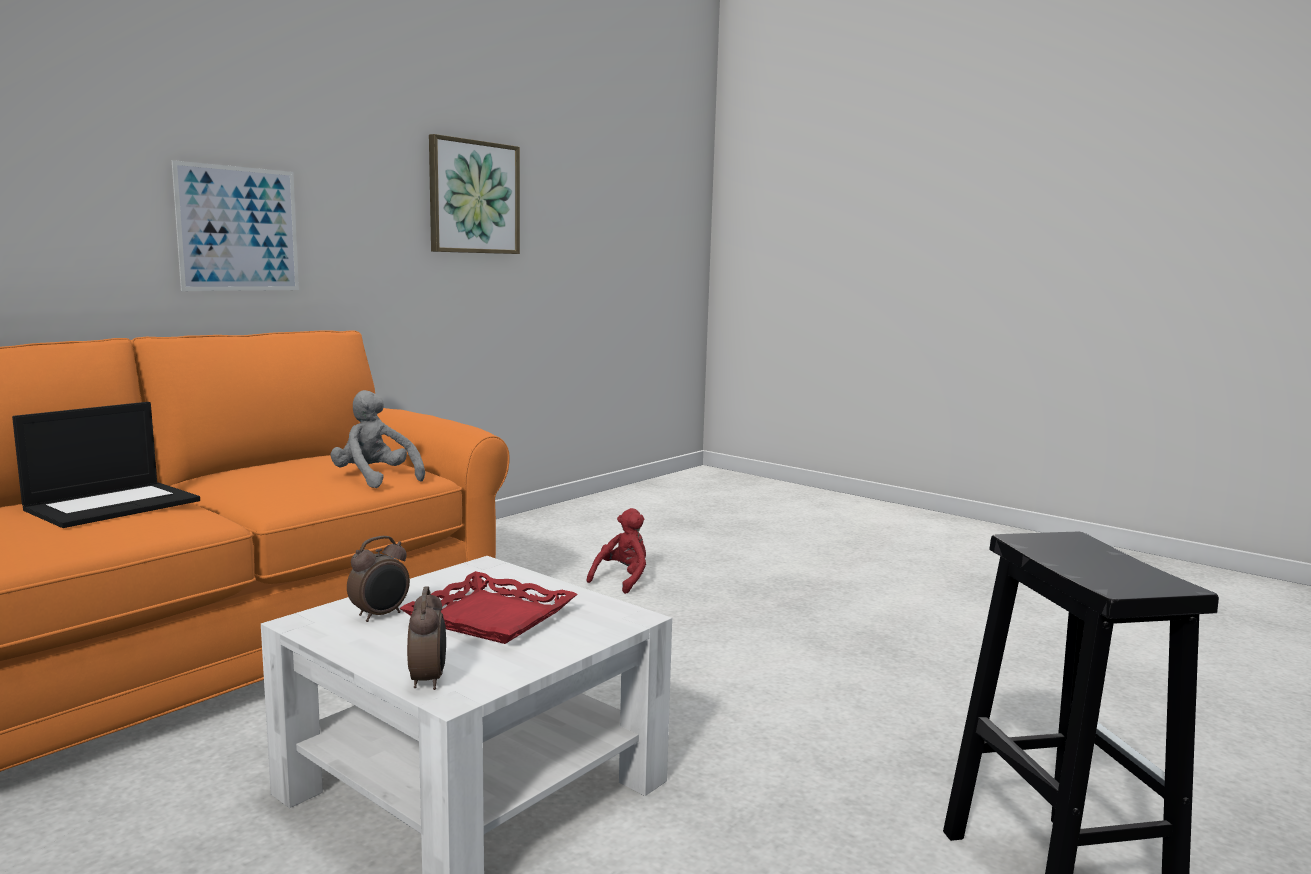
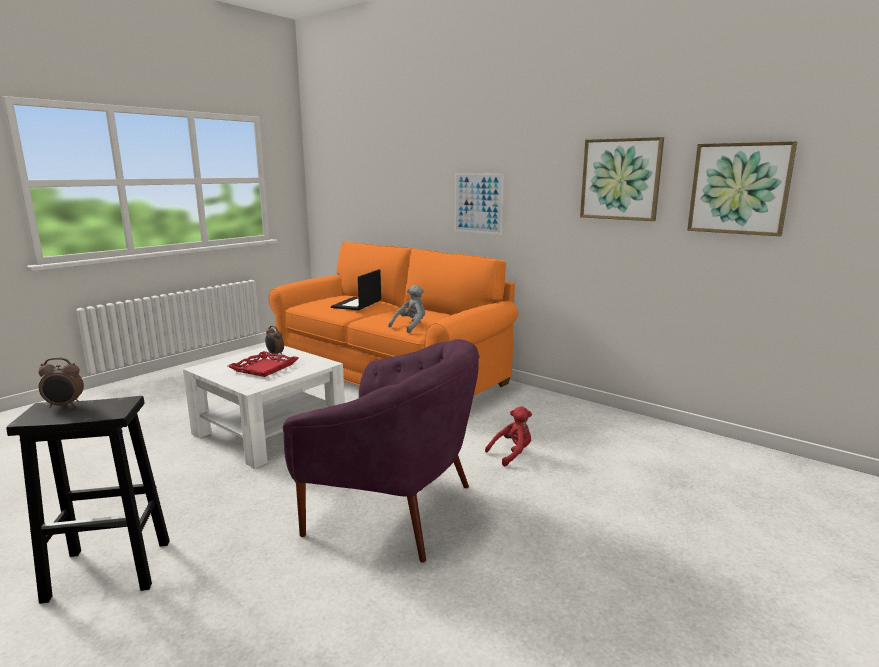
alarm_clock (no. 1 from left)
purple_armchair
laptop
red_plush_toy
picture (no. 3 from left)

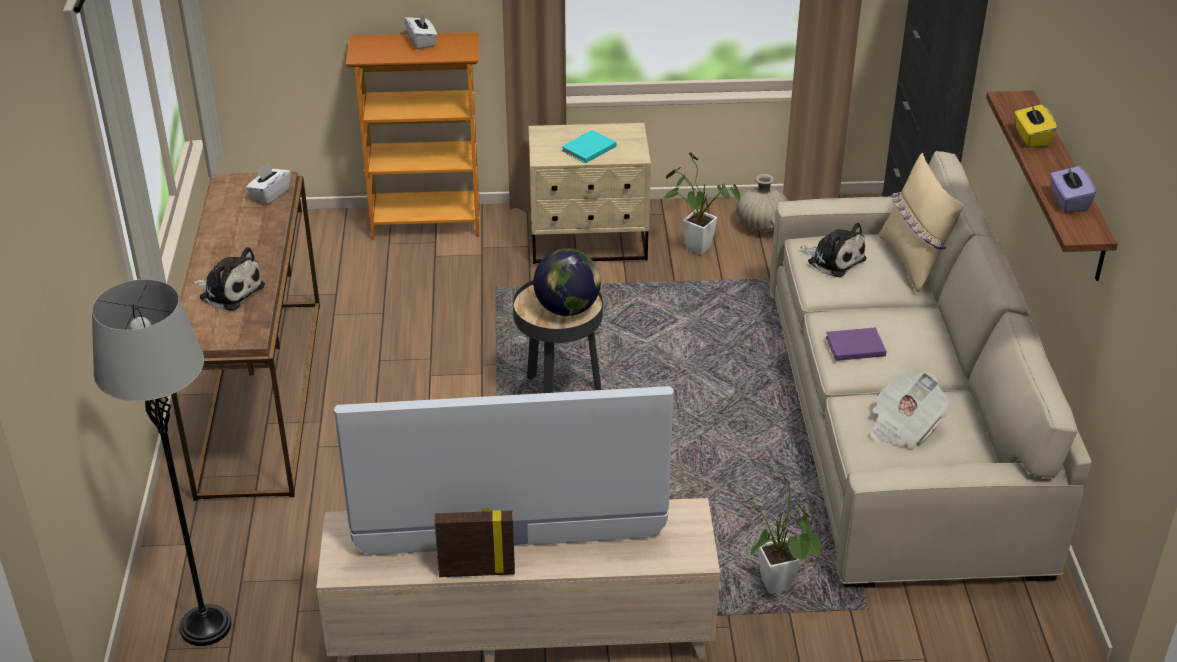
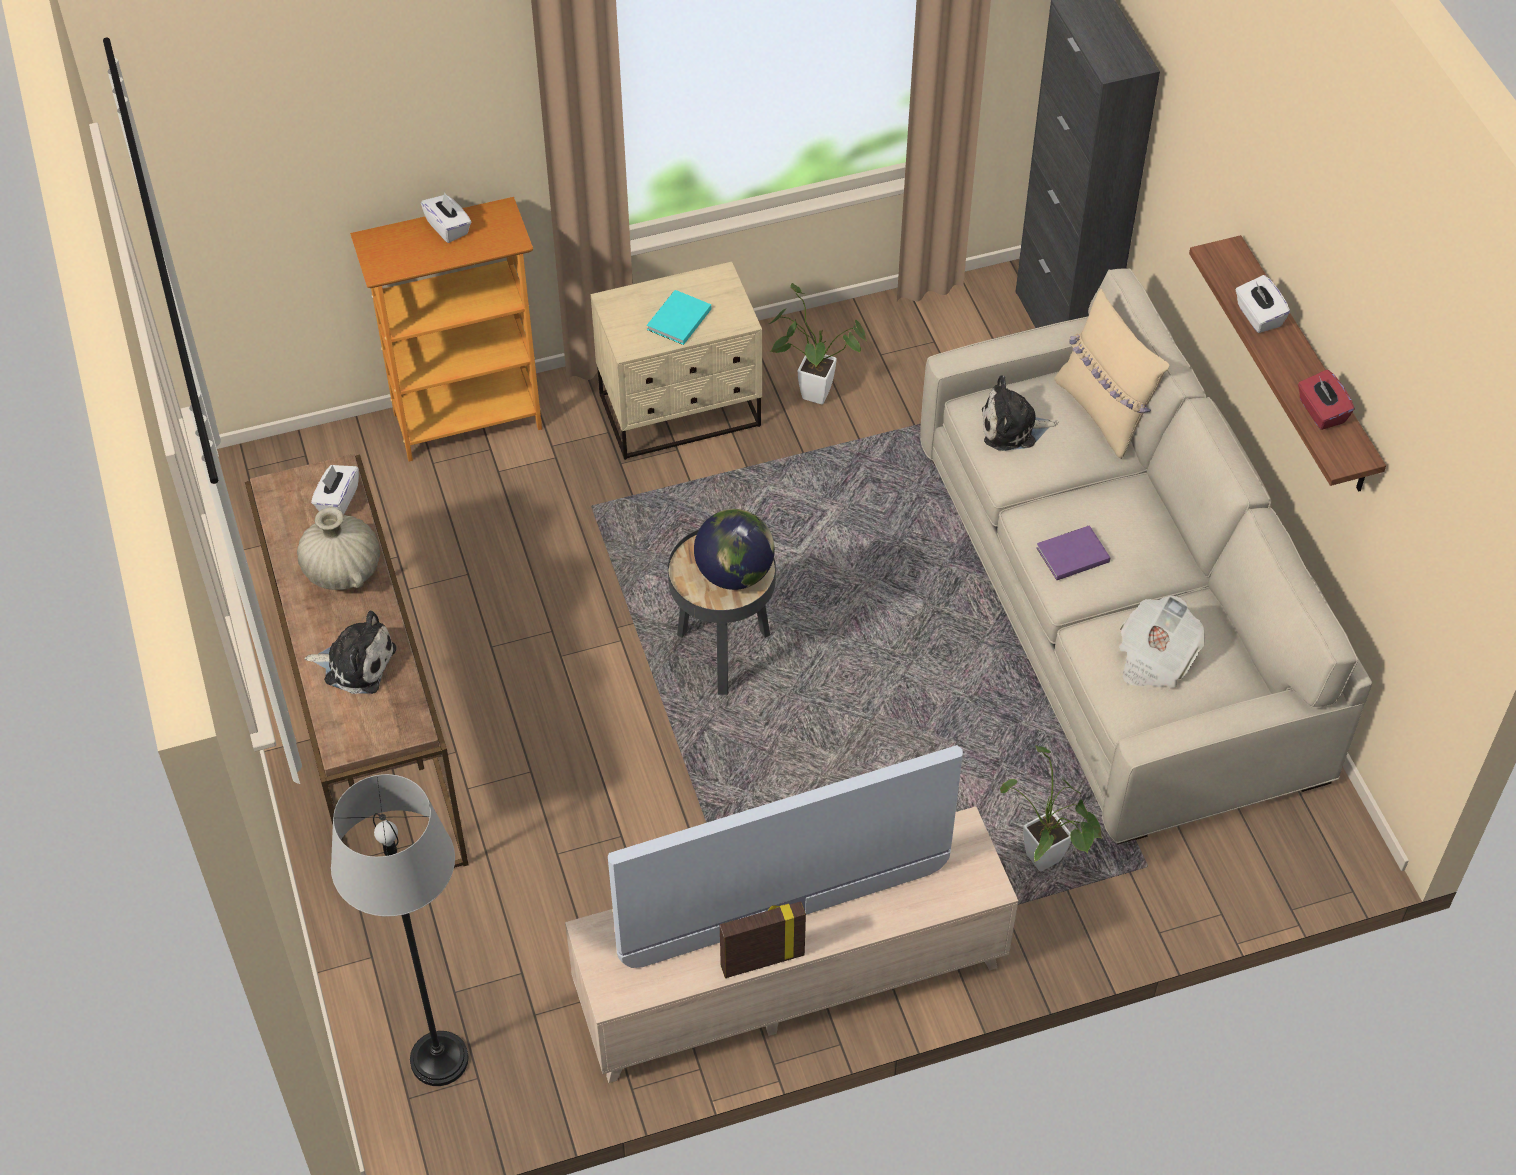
beige_vase
plush_toy (no. 2 from left)
white_tissue_box (no. 3 from left)
red_tissue_box

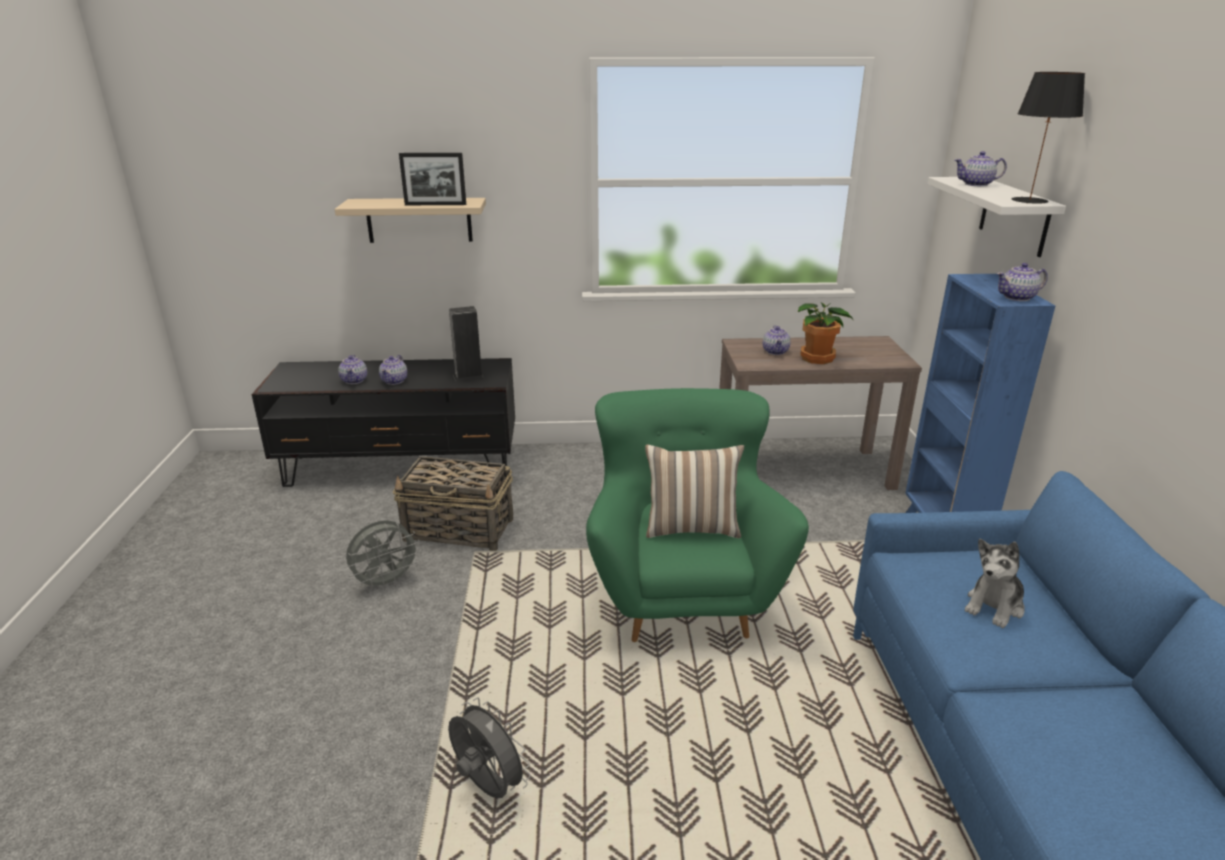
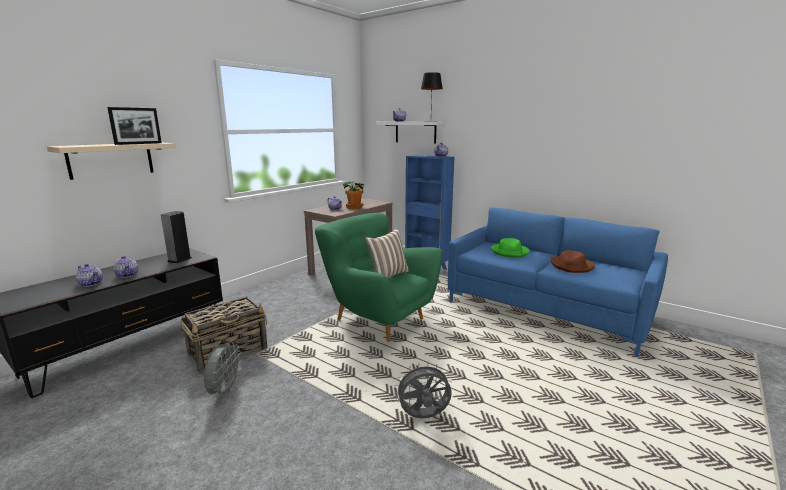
green_hat
brown_hat

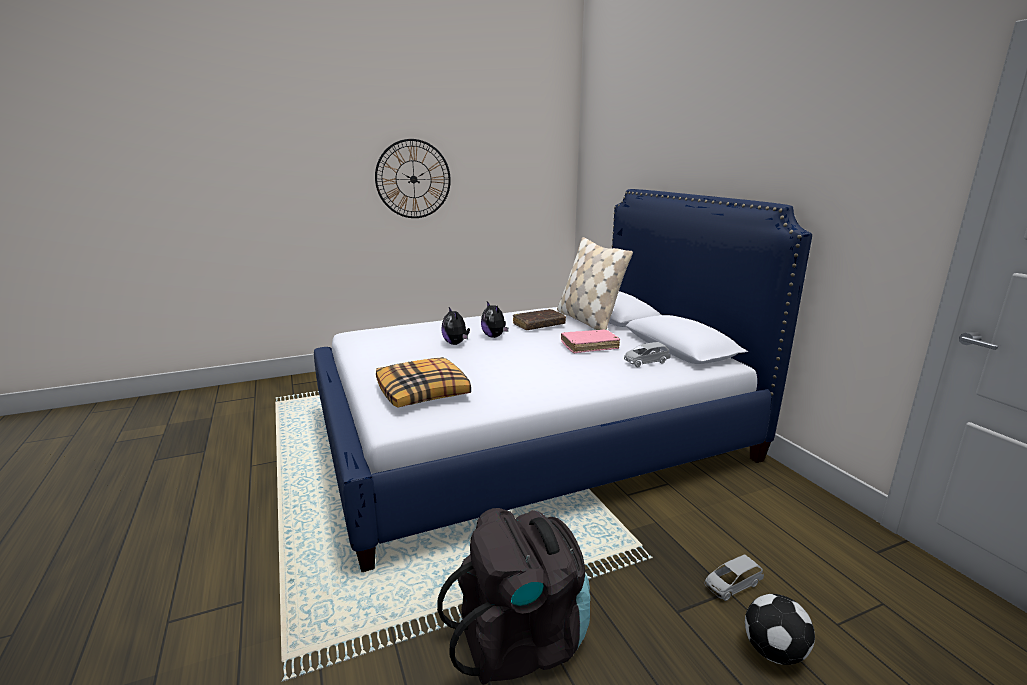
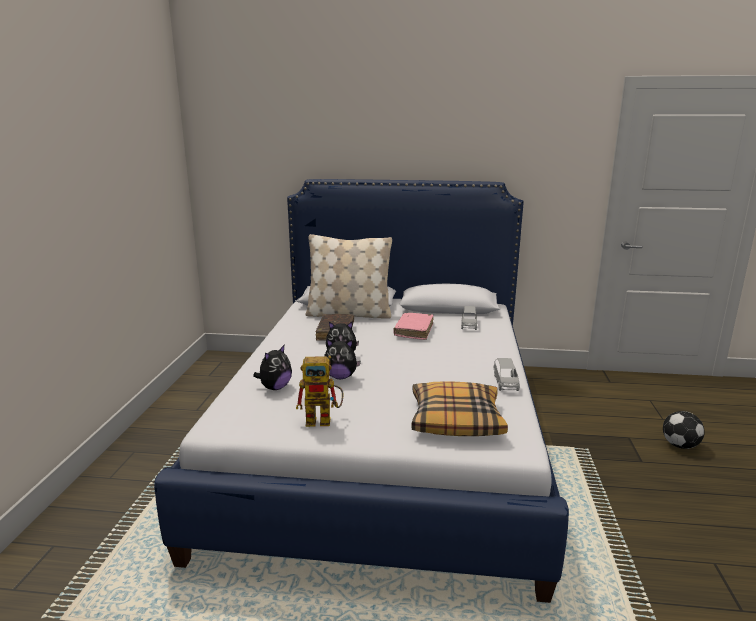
plush_toy (no. 1 from left)
toy_robot
grey_toy_car (no. 2 from left)
wall_clock
black_backpack

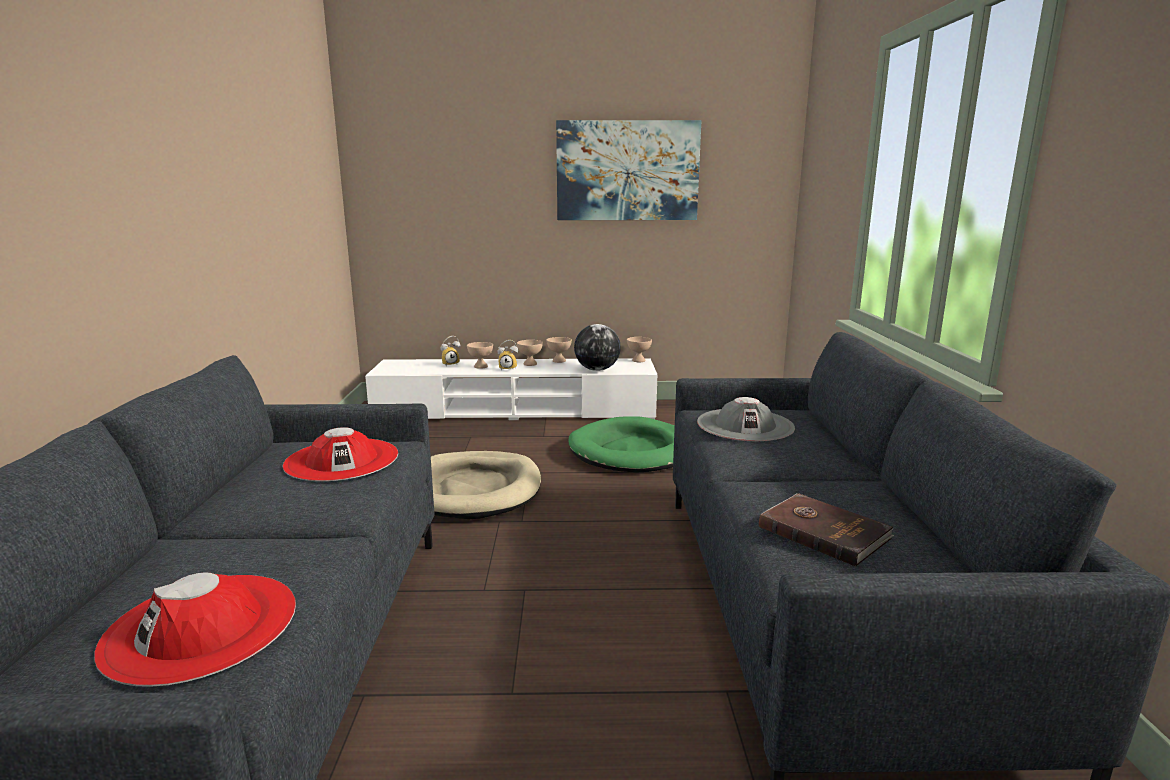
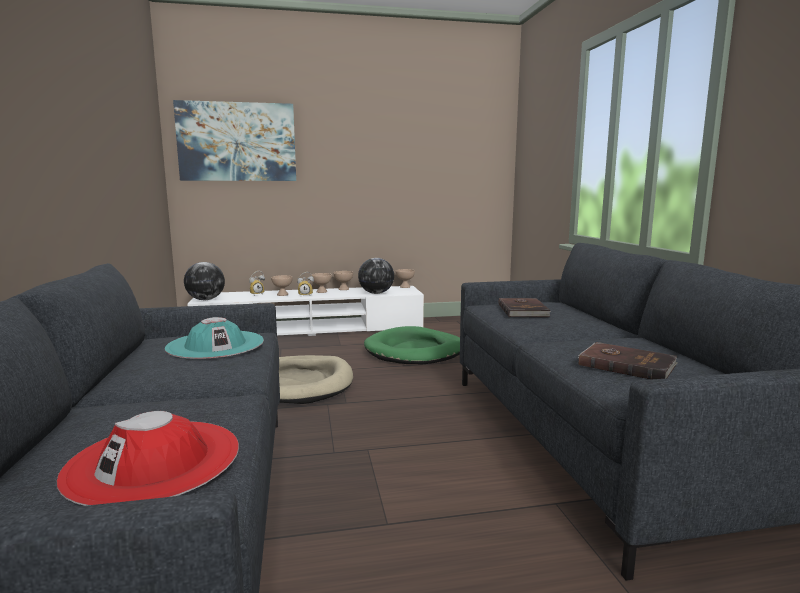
turquoise_hat
picture
globe (no. 1 from left)
brown_book (no. 1 from left)

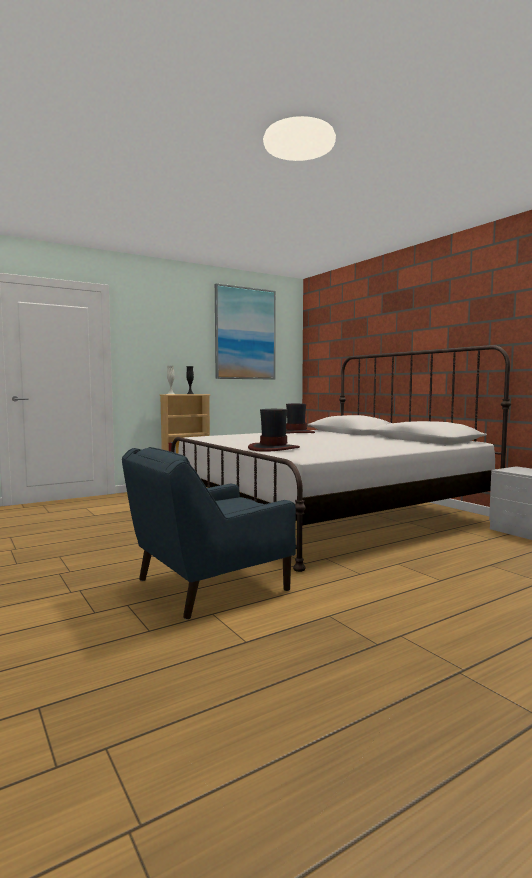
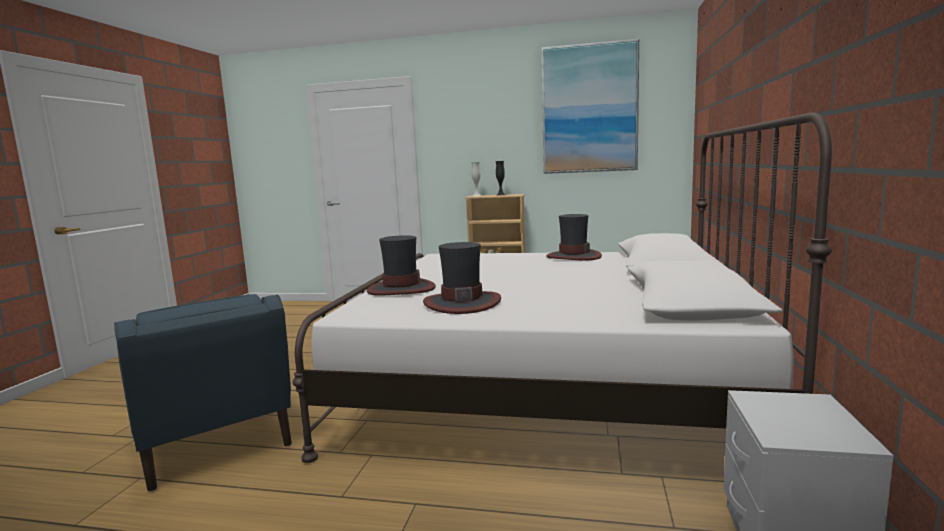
blue_armchair
hat (no. 2 from left)

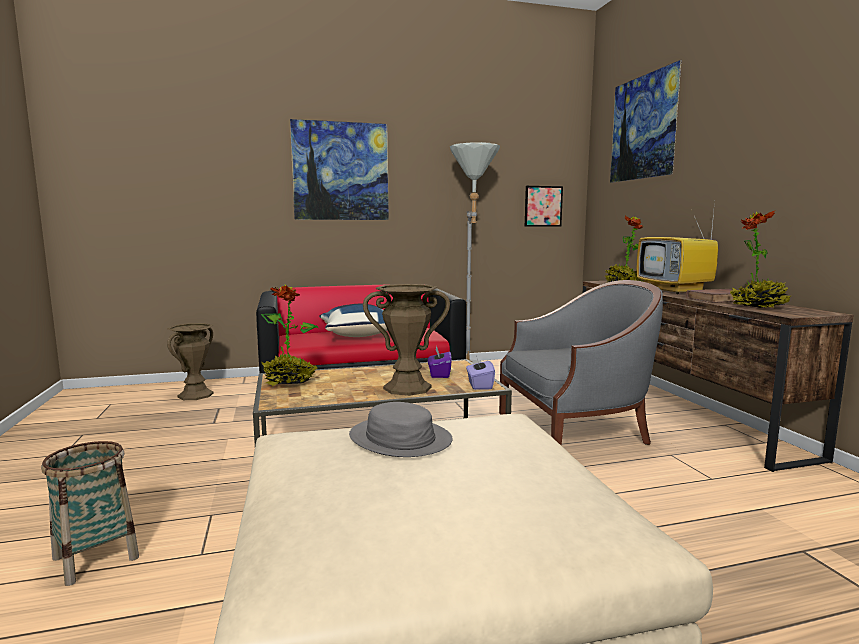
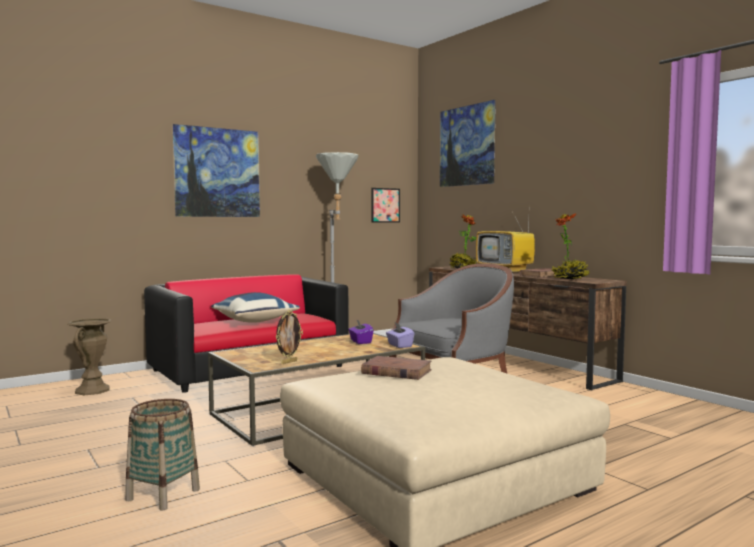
picture_frame
brown_book (no. 1 from left)
potted_plant (no. 1 from left in the first image)
brown_vase (no. 2 from left in the first image)

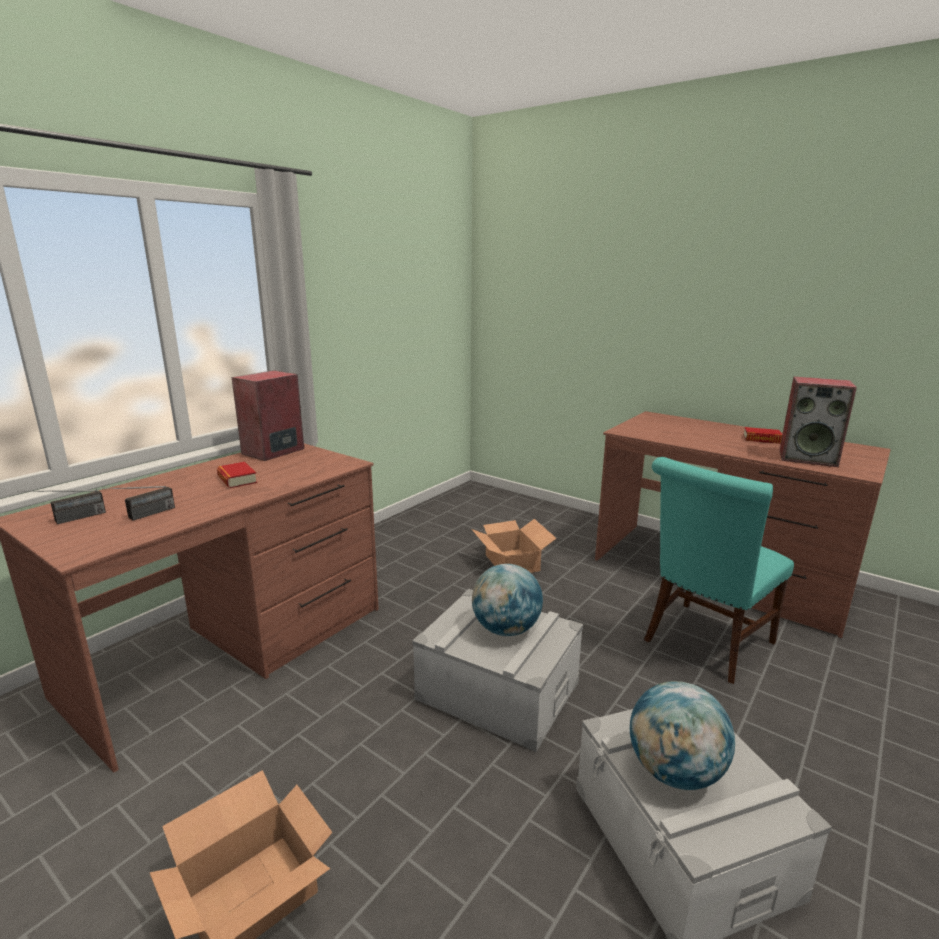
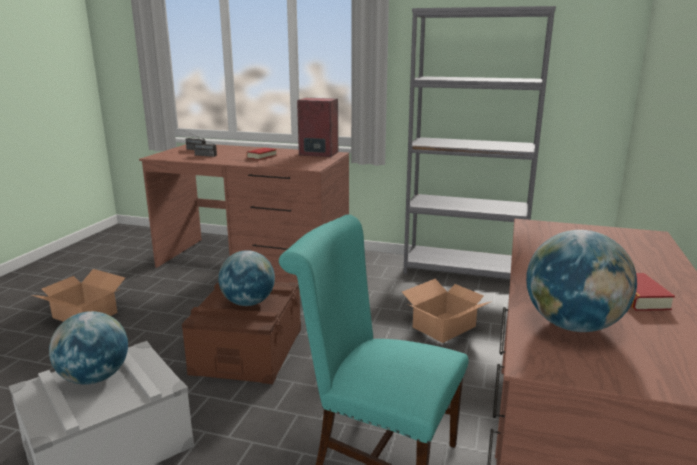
brown_storage_box
grey_bookcase
globe (no. 3 from left)

